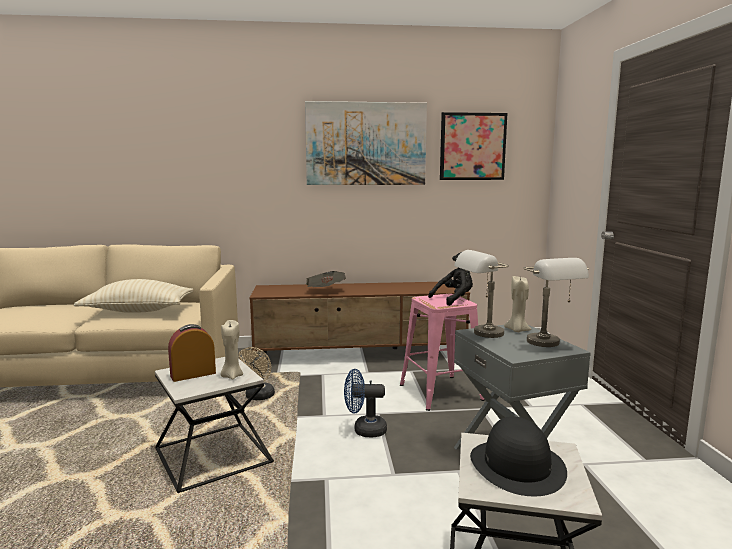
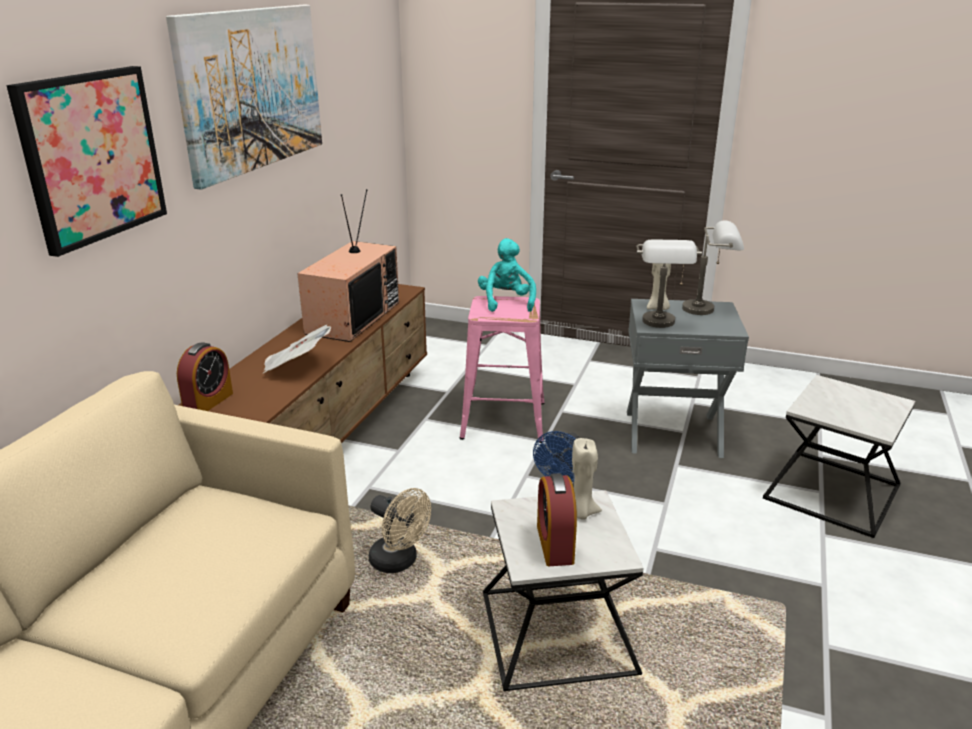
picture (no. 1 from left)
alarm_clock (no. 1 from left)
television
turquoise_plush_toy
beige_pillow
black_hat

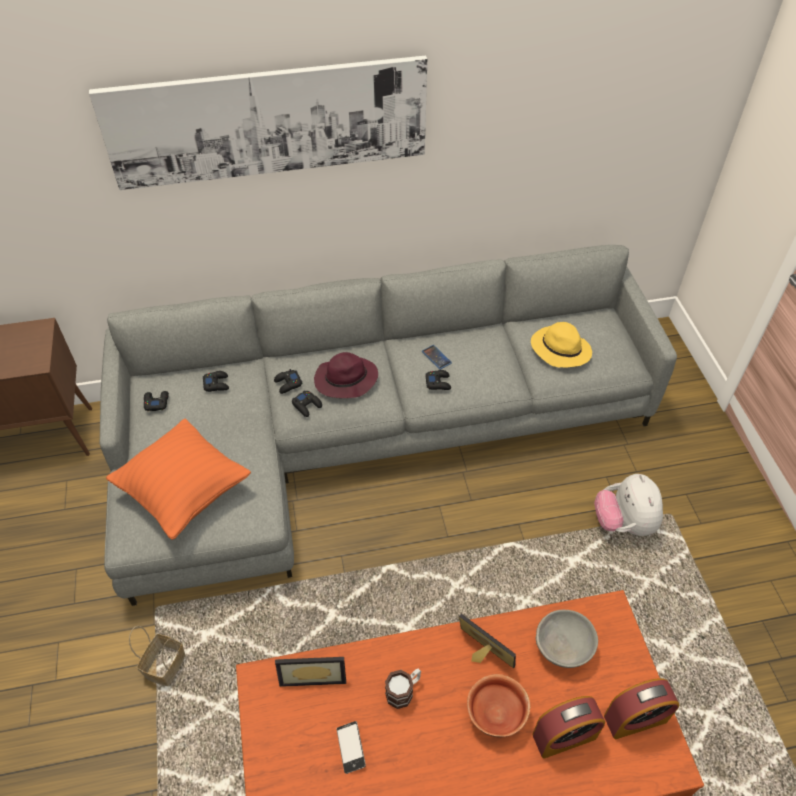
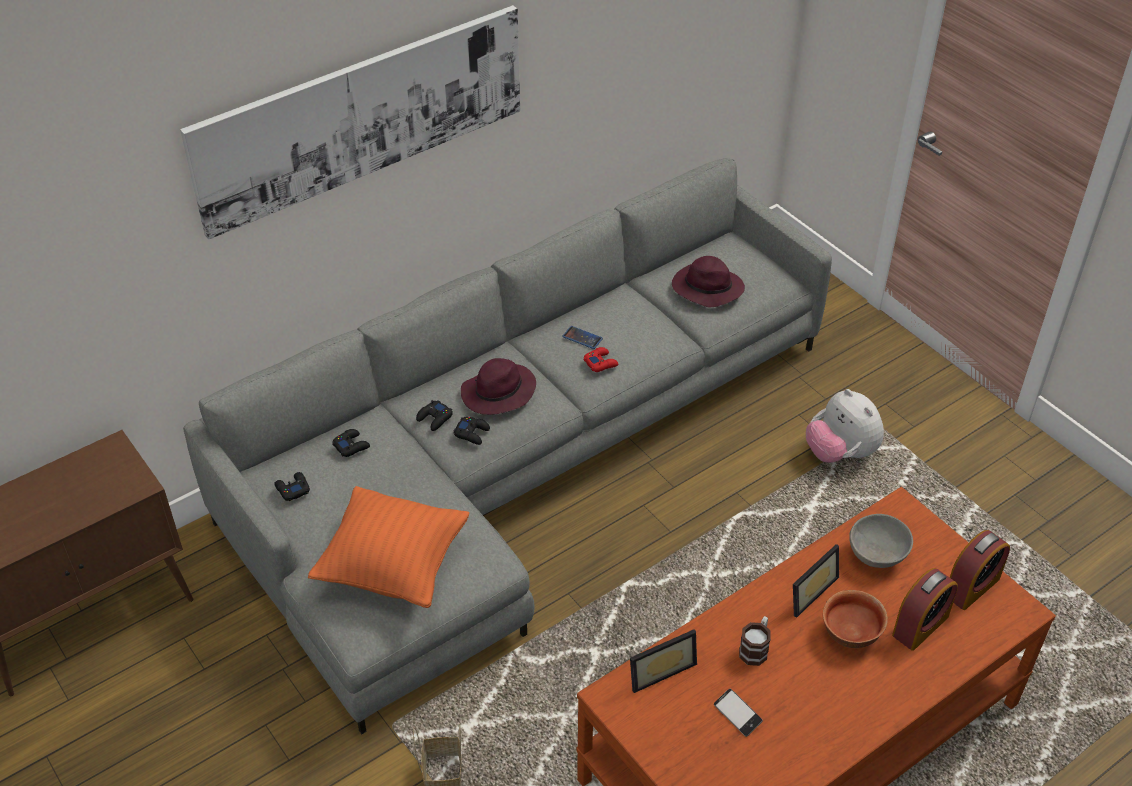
red_game_controller
purple_hat (no. 2 from left)
picture_frame (no. 2 from left)

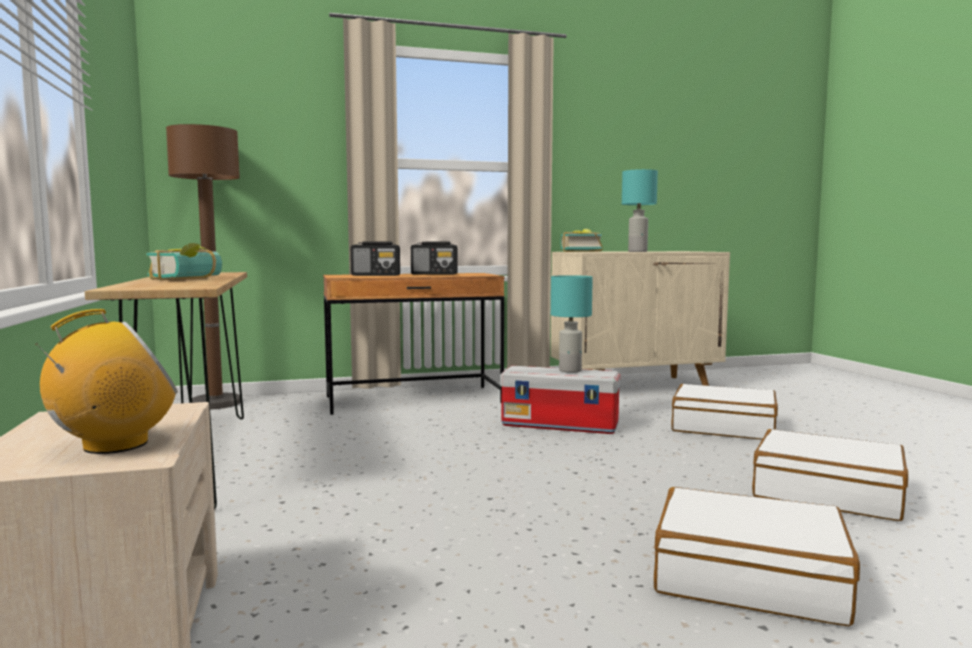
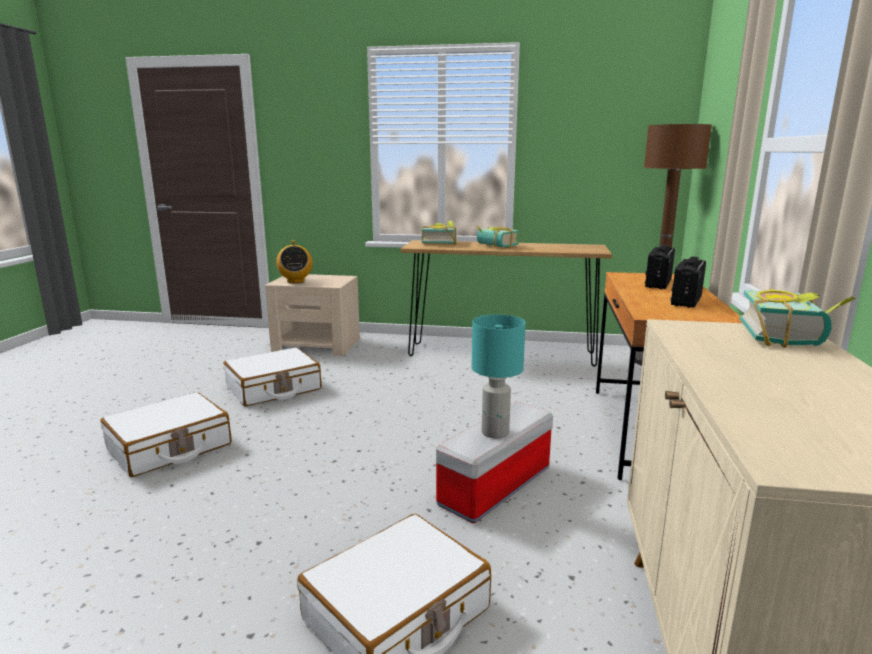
white_suitcase (no. 2 from left)
book (no. 1 from left)
turquoise_table_lamp (no. 2 from left in the first image)

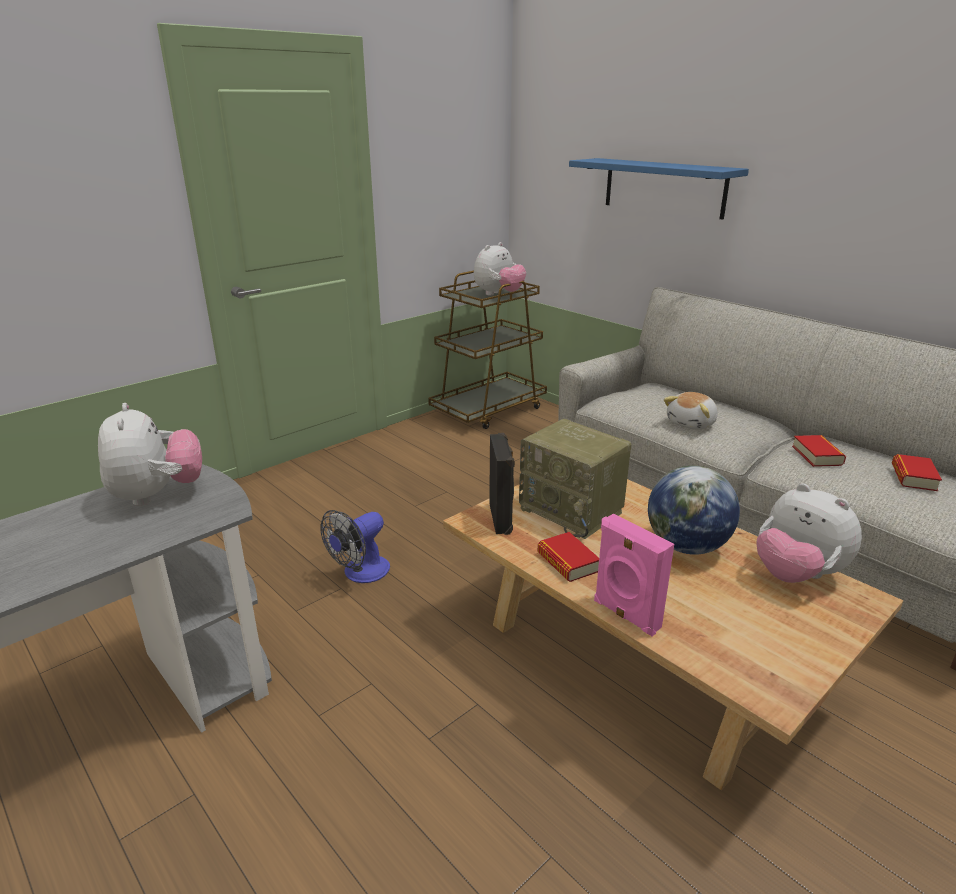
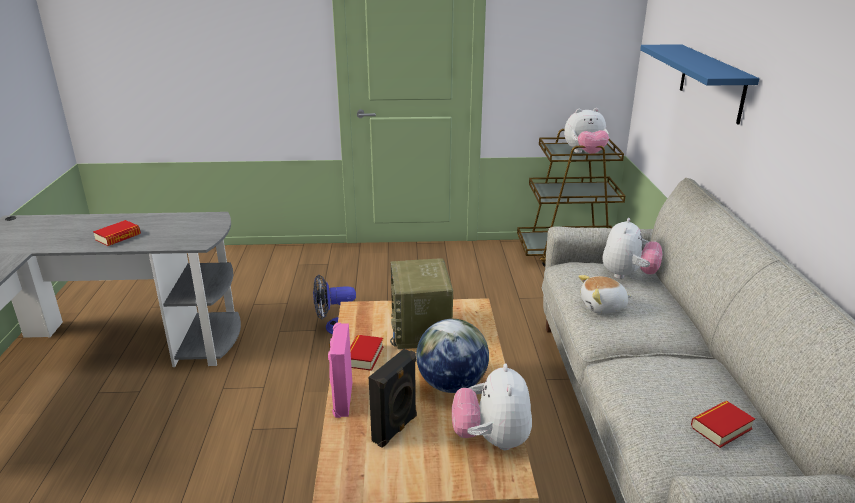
book (no. 1 from left)
black_speaker
plush_toy (no. 4 from left)

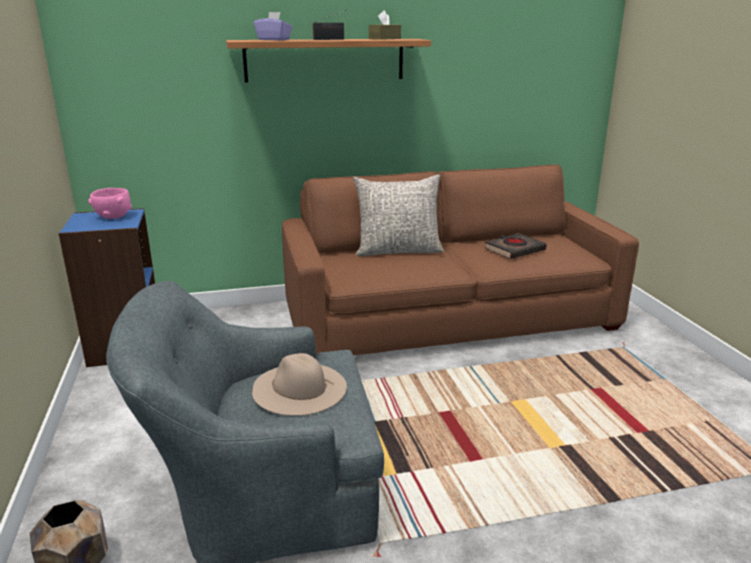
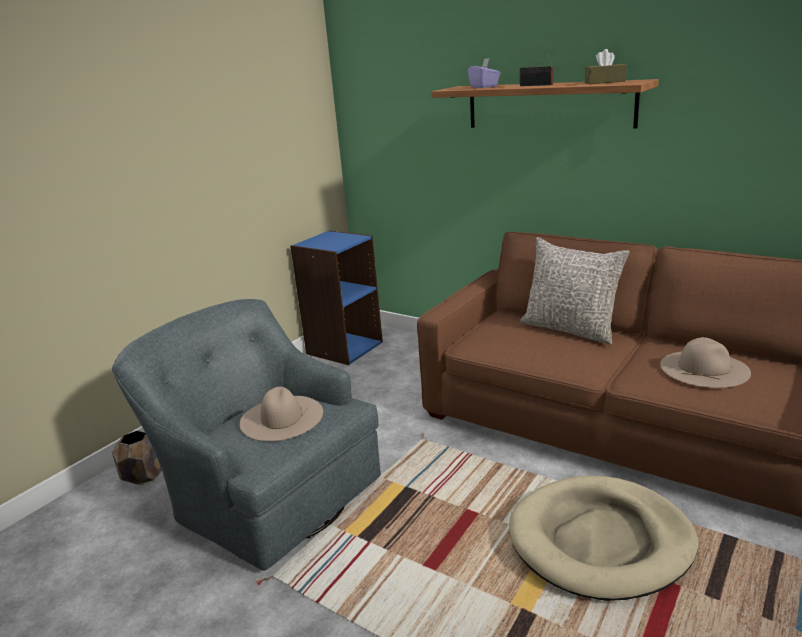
beige_dog_bed
beige_hat (no. 2 from left)
pink_bowl

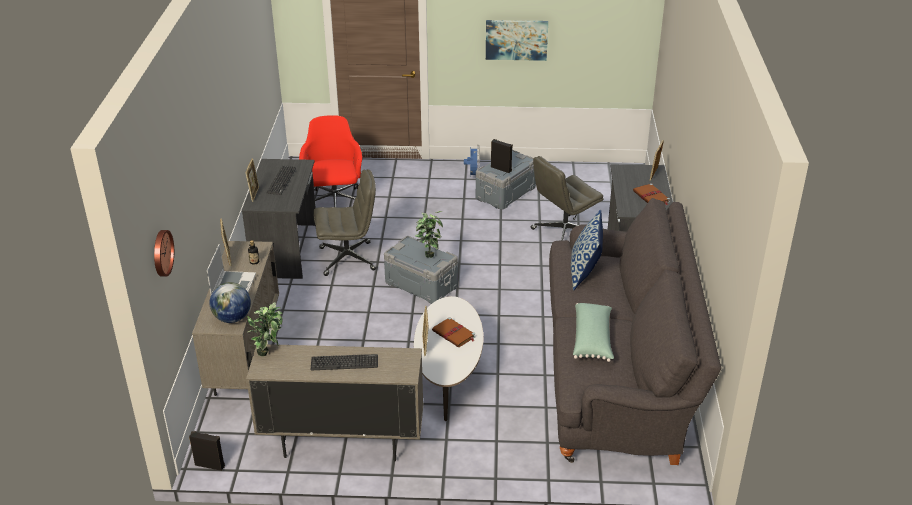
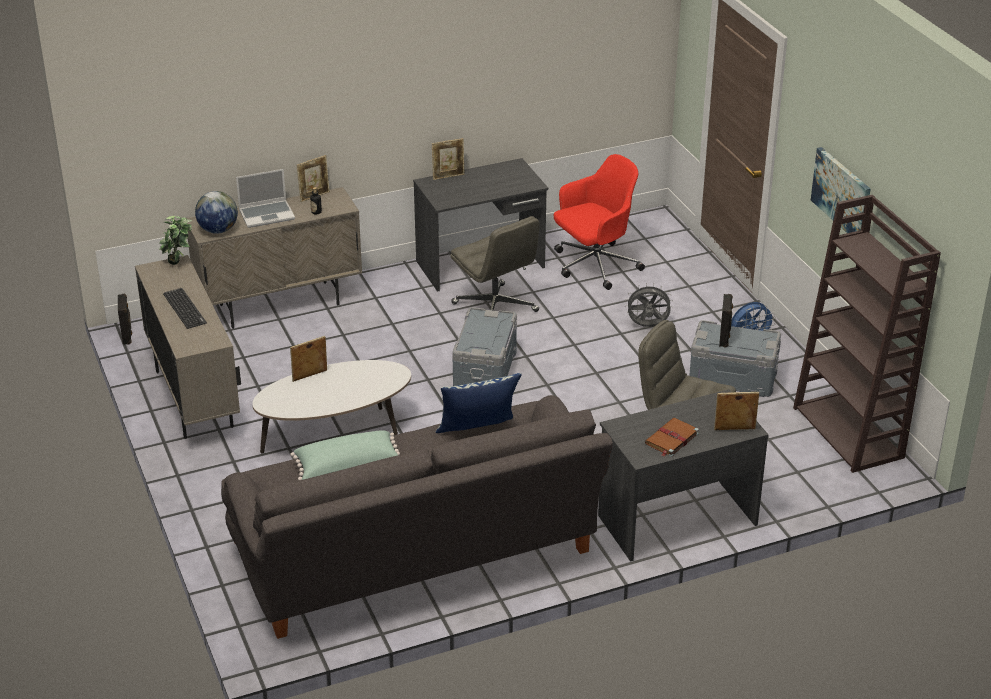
grey_fan
brown_bookcase
wall_clock
keyboard (no. 1 from left in the first image)
potted_plant (no. 2 from left in the first image)
brown_book (no. 1 from left in the first image)

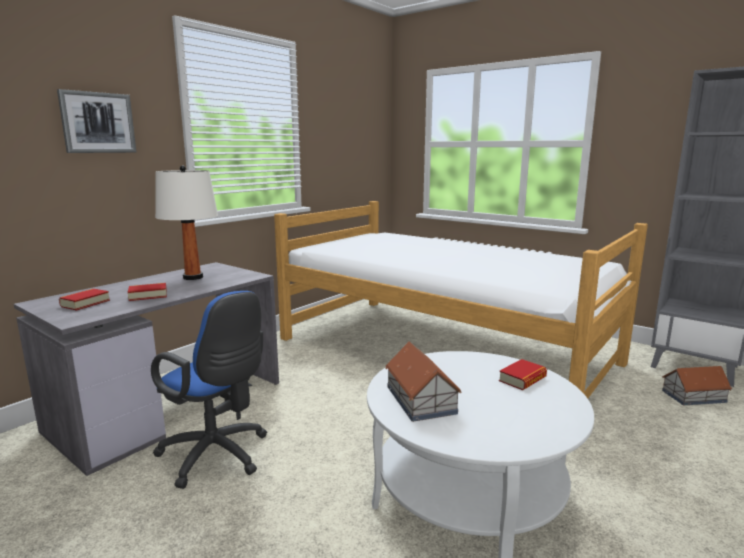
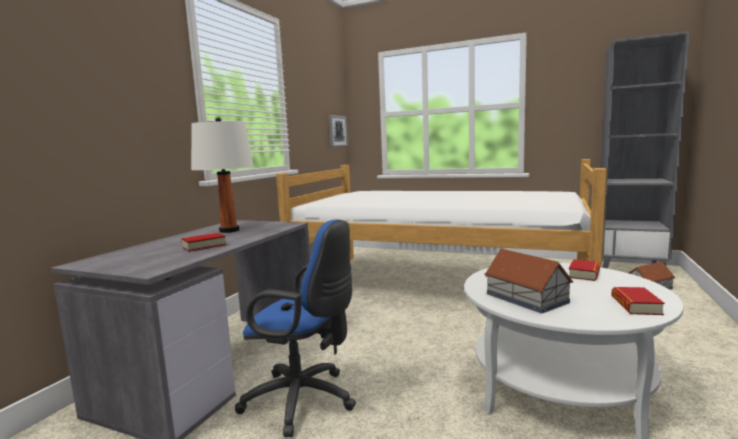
picture
book (no. 3 from left)

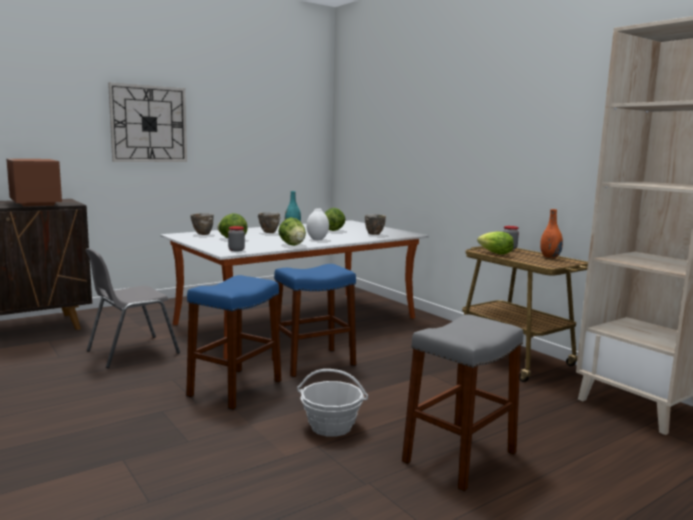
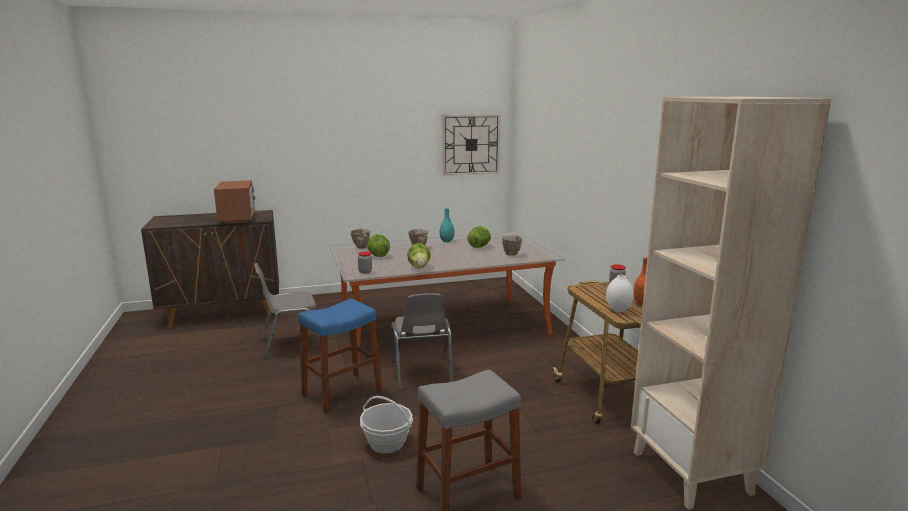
grey_chair (no. 2 from left)
wall_clock
white_vase
lettuce (no. 4 from left in the first image)

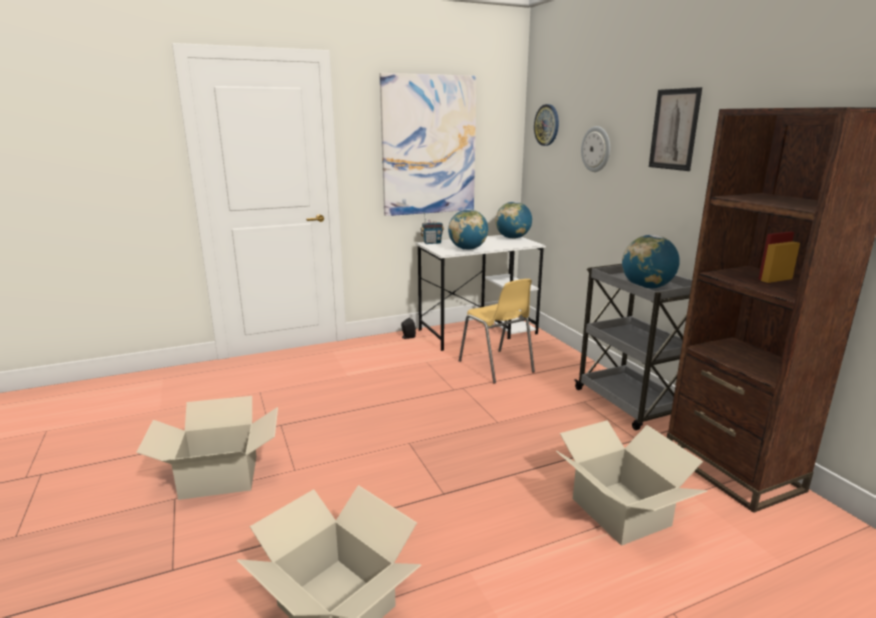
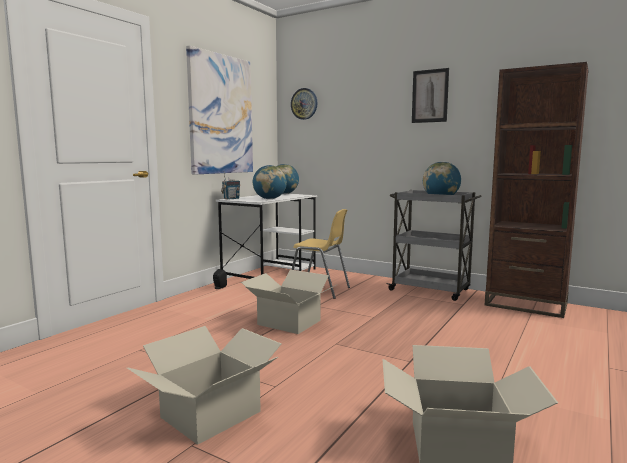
cardboard_box (no. 2 from left)
wall_clock (no. 2 from left in the first image)

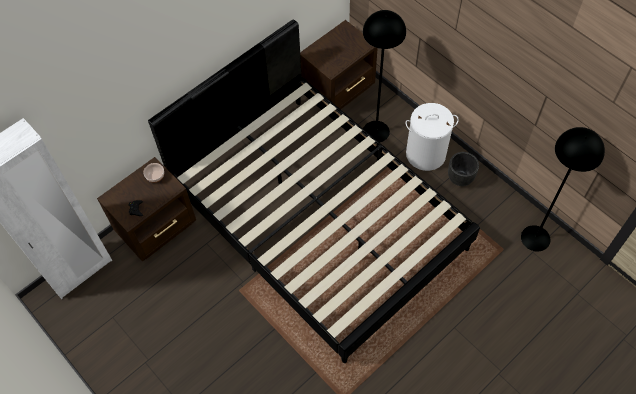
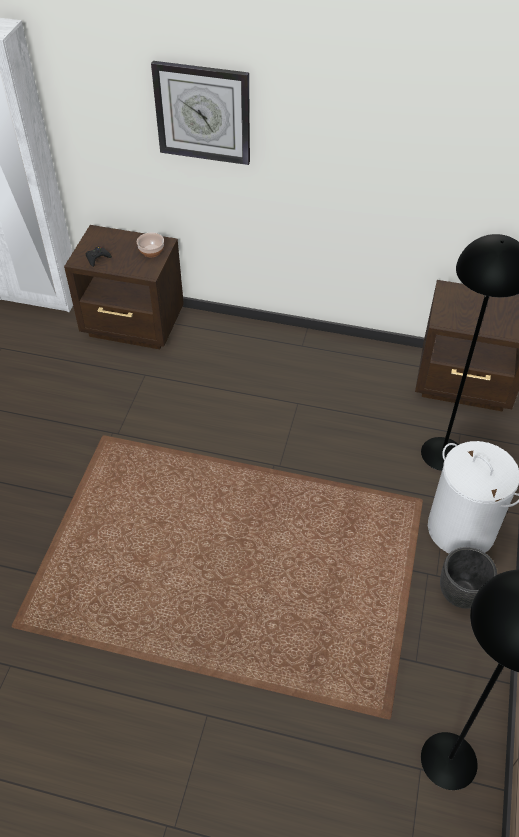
wall_clock
black_bed

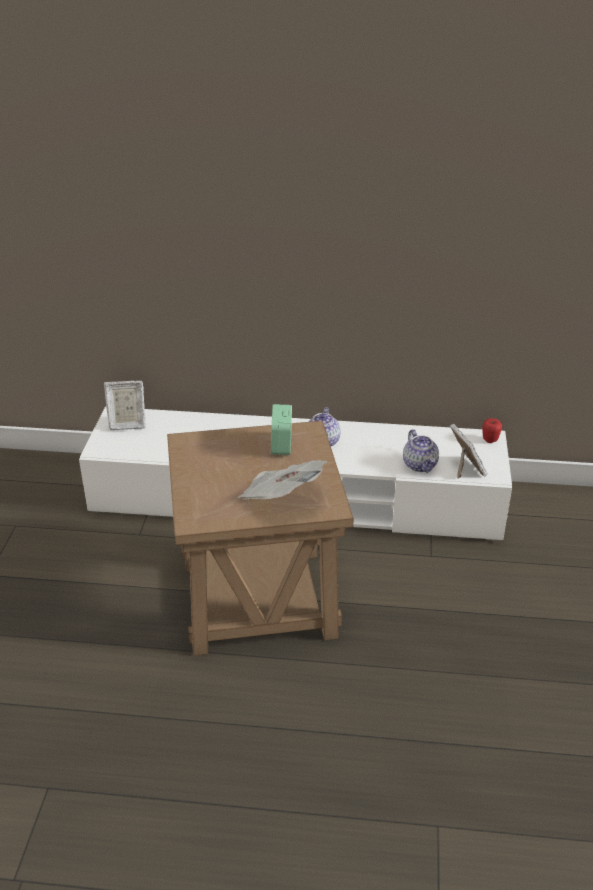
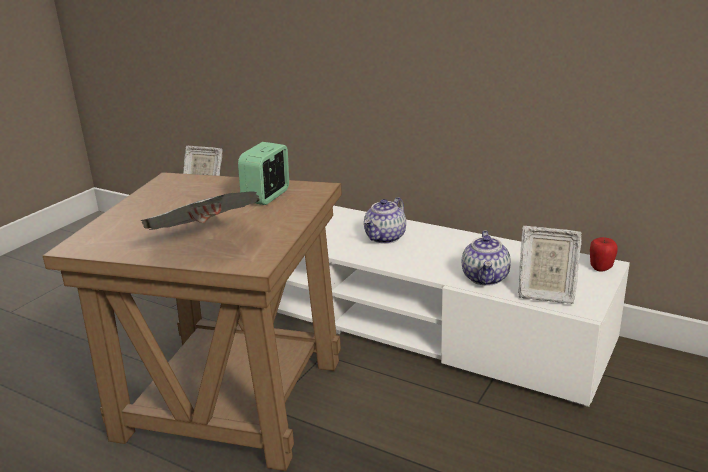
picture_frame (no. 2 from left)

